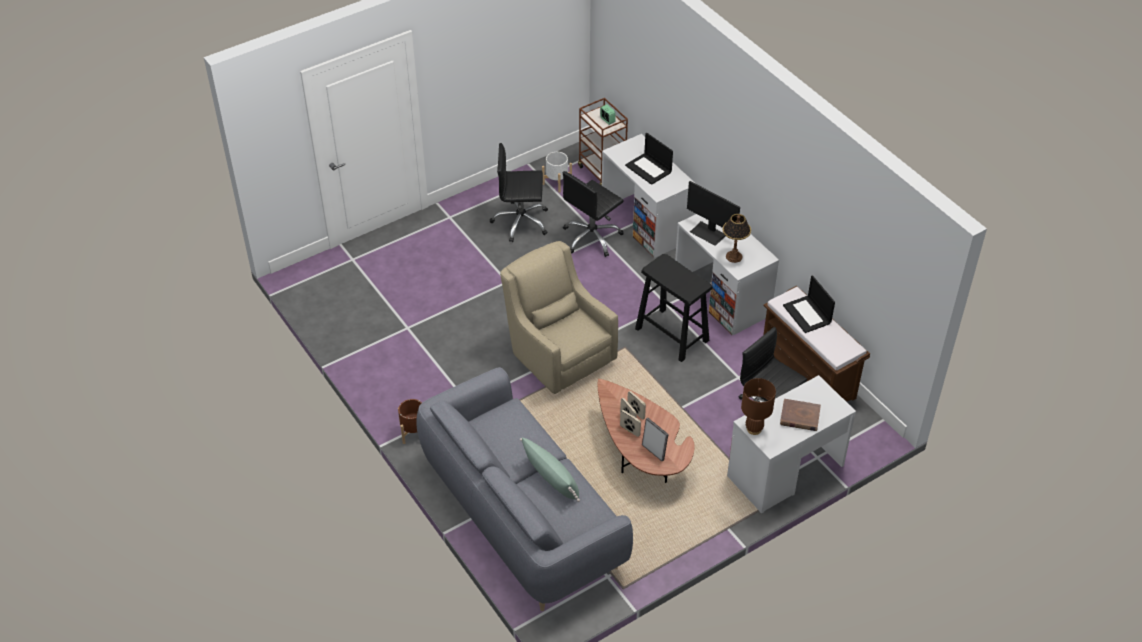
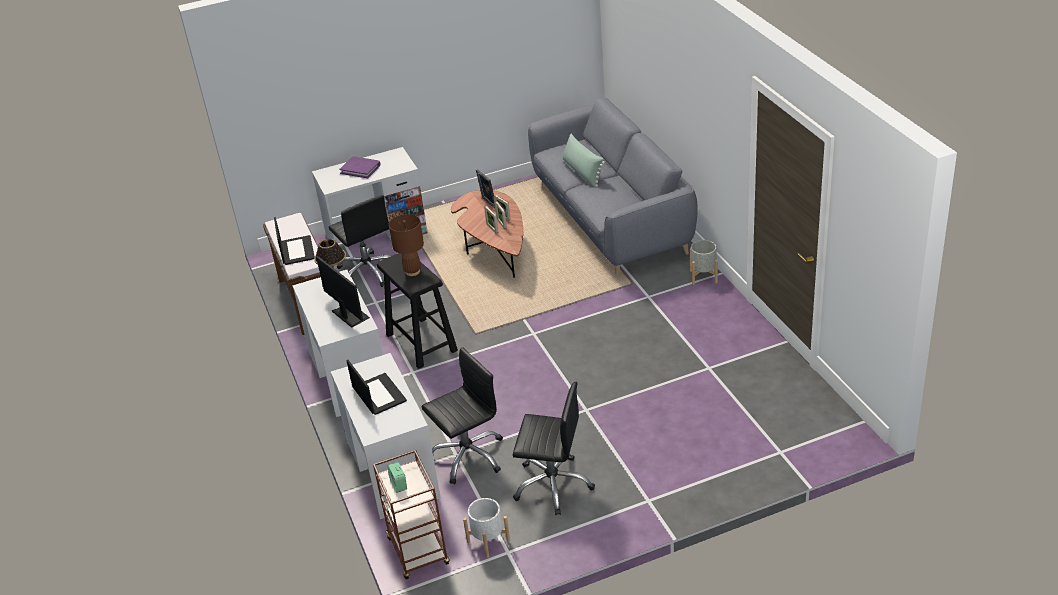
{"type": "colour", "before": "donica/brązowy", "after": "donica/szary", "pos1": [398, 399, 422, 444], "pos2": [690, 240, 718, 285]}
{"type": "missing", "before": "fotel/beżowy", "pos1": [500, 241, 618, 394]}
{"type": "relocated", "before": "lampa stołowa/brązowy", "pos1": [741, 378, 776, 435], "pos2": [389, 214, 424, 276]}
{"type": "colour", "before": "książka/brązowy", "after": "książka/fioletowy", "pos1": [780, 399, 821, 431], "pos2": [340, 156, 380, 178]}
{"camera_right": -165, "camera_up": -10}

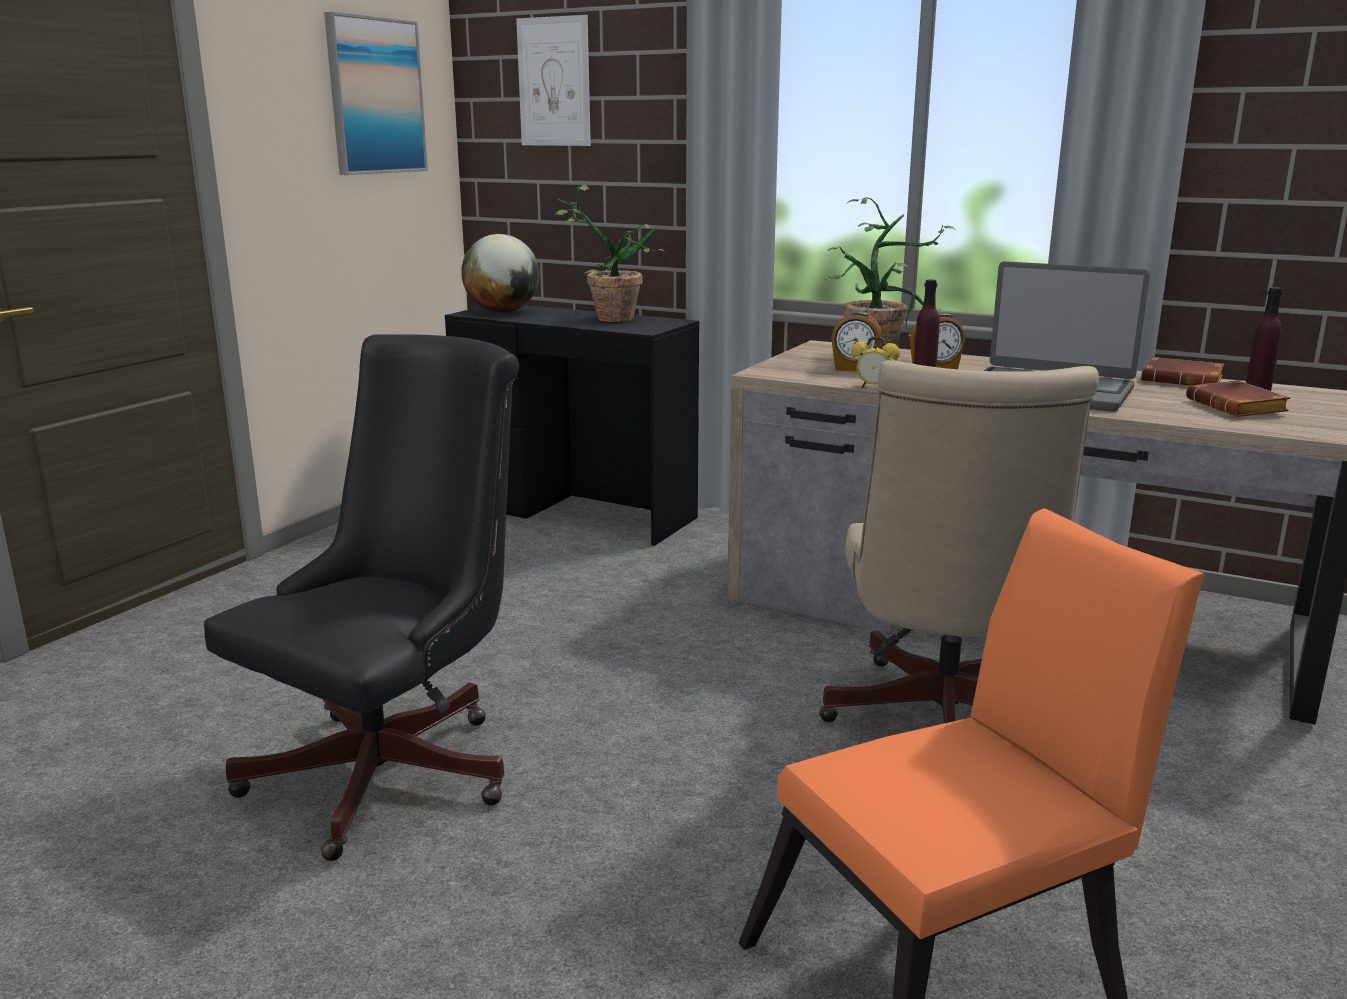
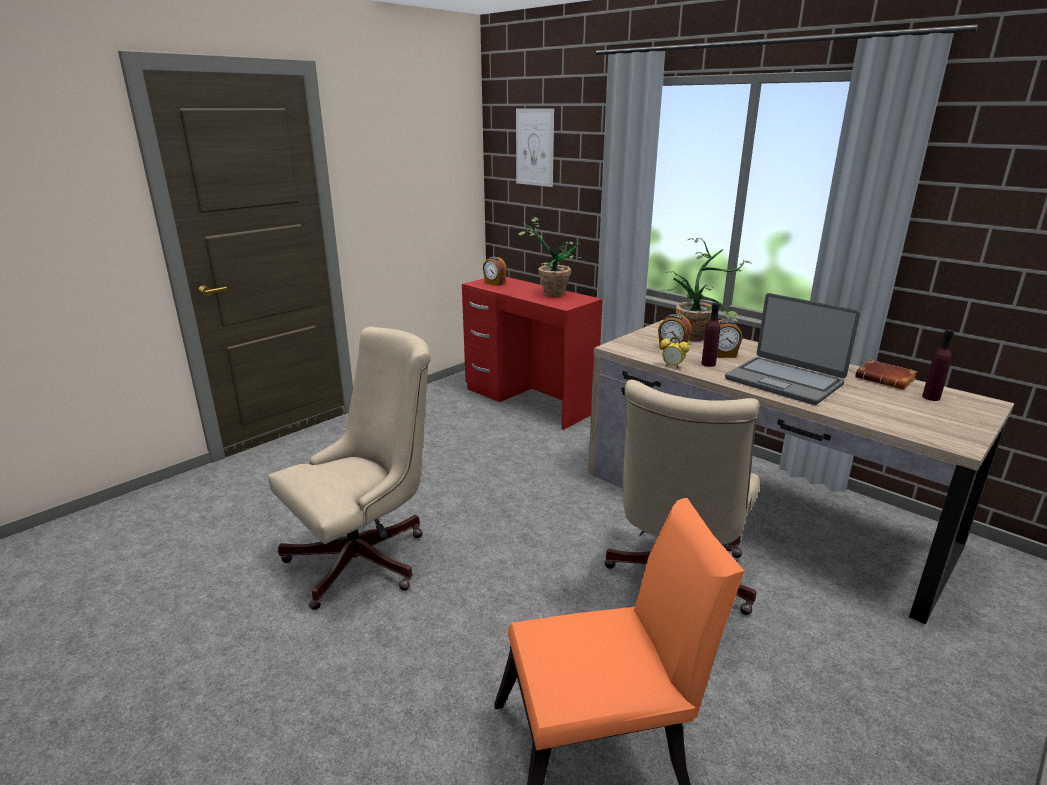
{"type": "colour", "before": "krzesło biurowe/czarny", "after": "krzesło biurowe/beżowy", "pos1": [204, 334, 519, 861], "pos2": [268, 327, 431, 610]}
{"type": "missing", "before": "obraz", "pos1": [324, 12, 428, 175]}
{"type": "colour", "before": "biurko/czarny", "after": "biurko/czerwony", "pos1": [445, 305, 699, 546], "pos2": [462, 277, 603, 430]}
{"type": "exchanged", "before": "globus", "after": "budzik", "pos1": [461, 234, 539, 313], "pos2": [483, 257, 507, 286]}
{"type": "missing", "before": "książka/brązowy", "pos1": [1186, 380, 1290, 417]}
{"camera_right": 15, "camera_up": 5}

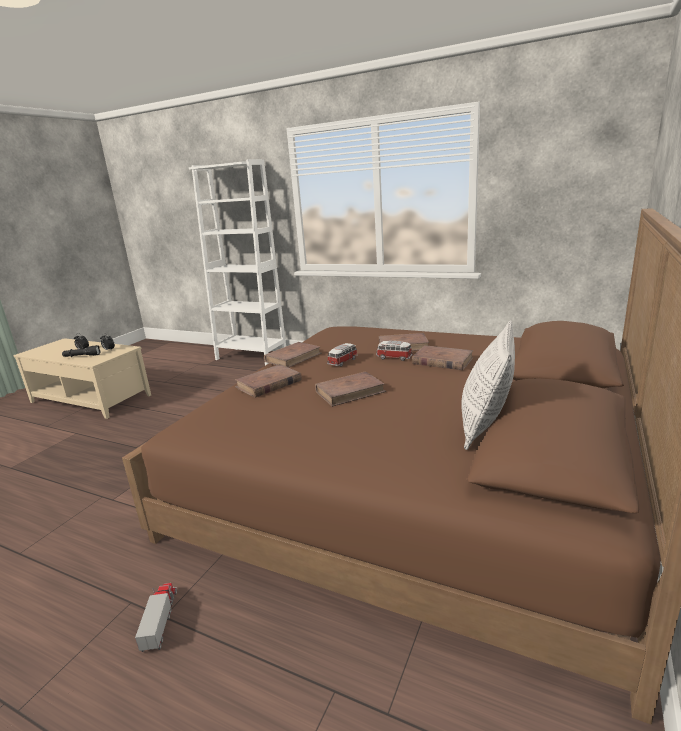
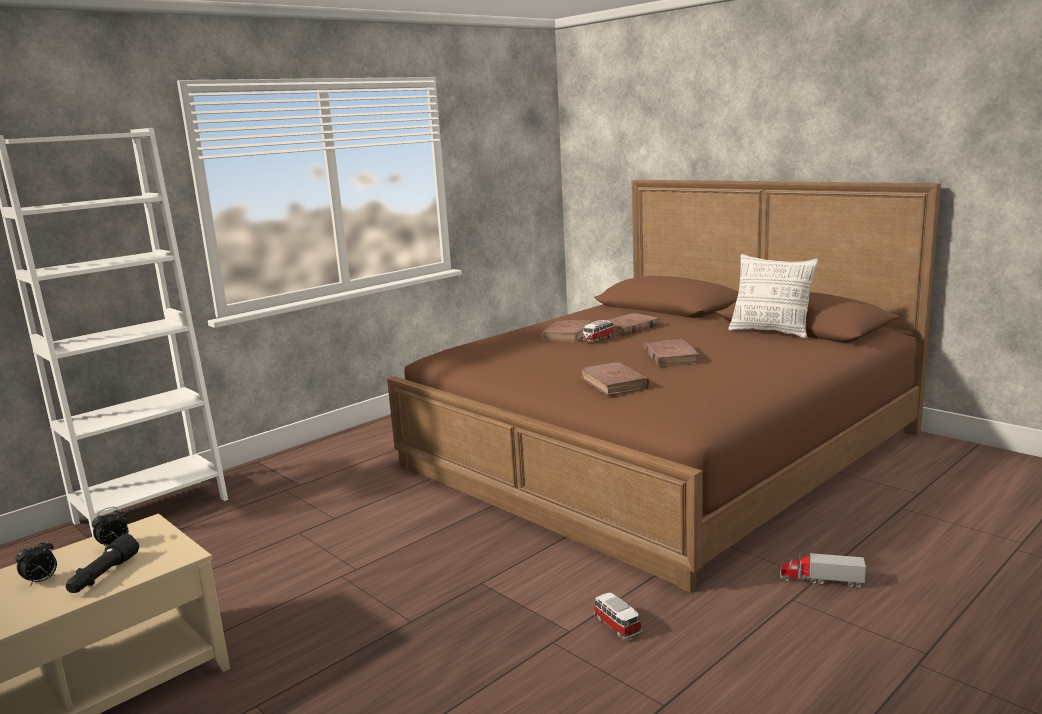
{"type": "missing", "before": "książka/brązowy", "pos1": [264, 342, 322, 368]}
{"type": "relocated", "before": "samochodzik", "pos1": [327, 343, 358, 367], "pos2": [594, 593, 642, 640]}
{"camera_right": -70, "camera_up": -5}

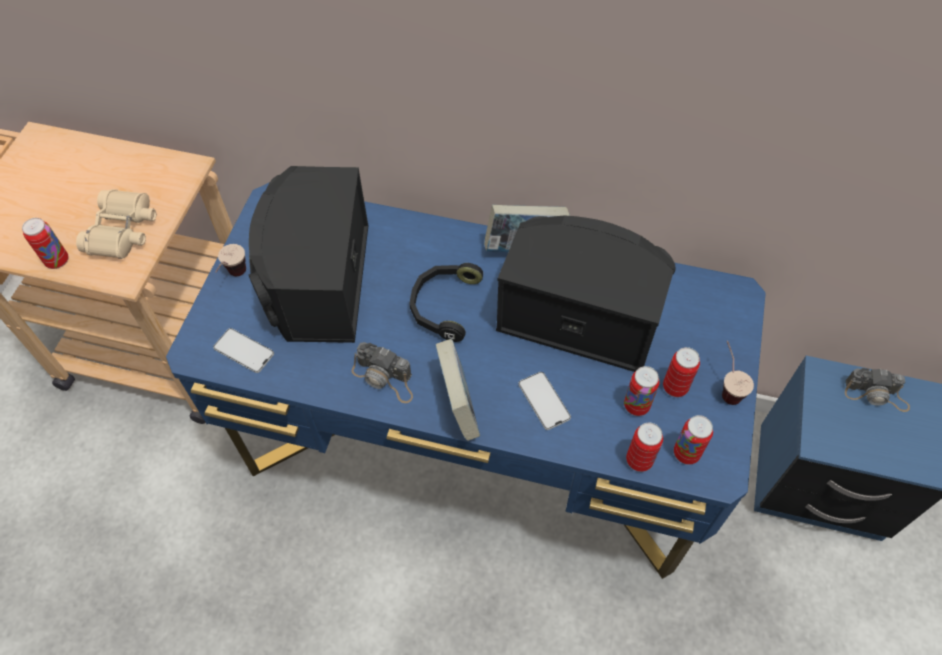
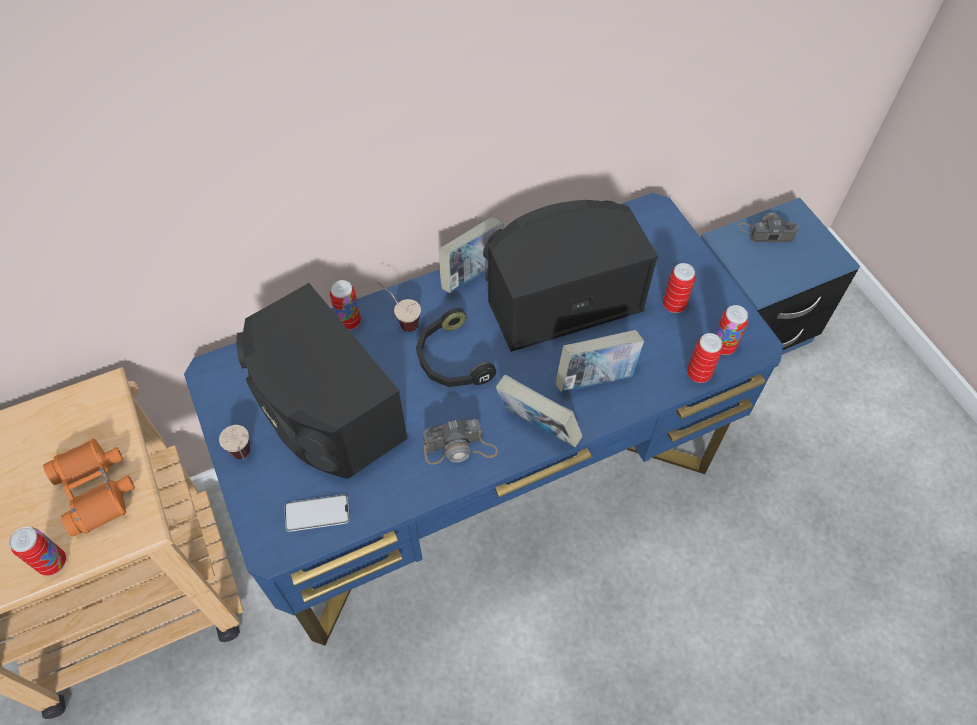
{"type": "colour", "before": "lornetka/beżowy", "after": "lornetka/pomarańczowy", "pos1": [76, 189, 156, 259], "pos2": [43, 439, 135, 537]}
{"type": "exchanged", "before": "telefon", "after": "książka", "pos1": [518, 372, 571, 430], "pos2": [556, 330, 644, 392]}
{"type": "relocated", "before": "puszka", "pos1": [624, 366, 659, 416], "pos2": [330, 280, 361, 330]}
{"type": "relocated", "before": "filiżanka", "pos1": [722, 341, 754, 405], "pos2": [378, 282, 421, 332]}
{"type": "spun", "before": "aparat fotograficzny", "pos1": [845, 368, 910, 412], "pos2": [739, 213, 799, 242], "turn": -150}
{"camera_right": -40, "camera_up": 0}

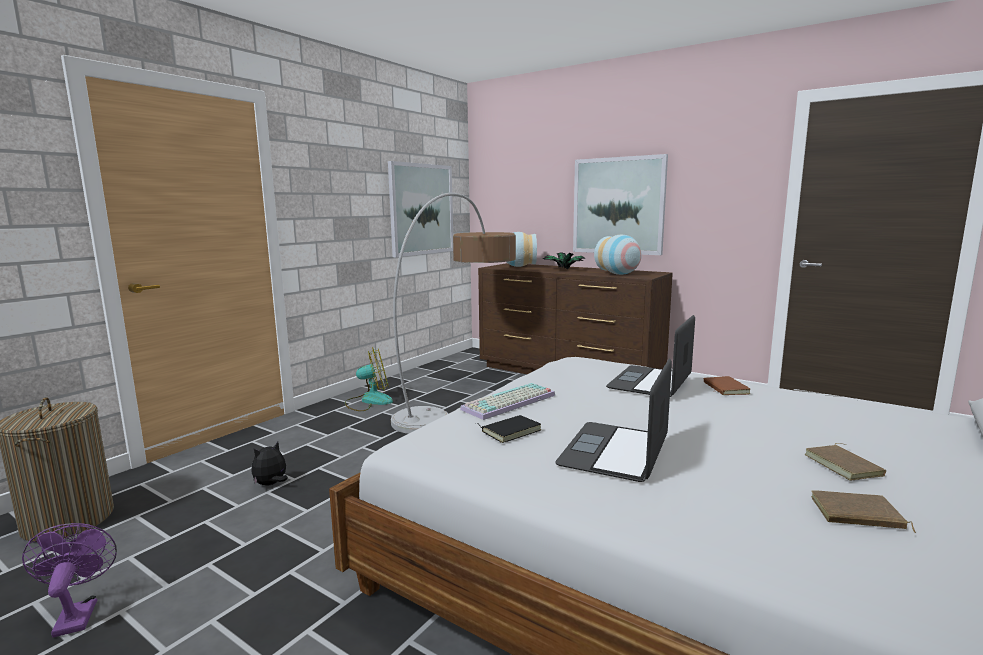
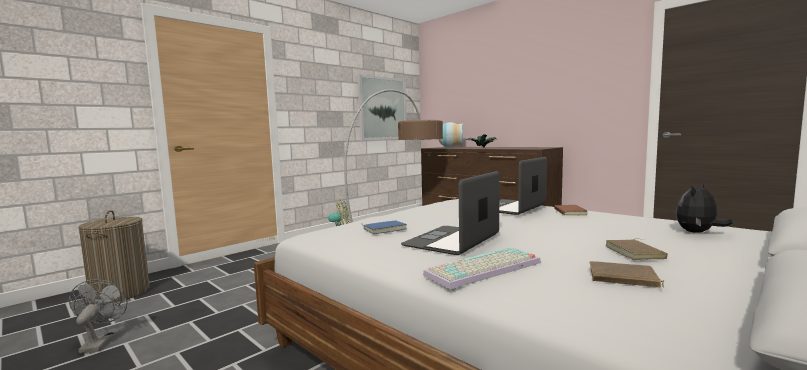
{"type": "colour", "before": "wentylator/fioletowy", "after": "wentylator/szary", "pos1": [22, 523, 117, 637], "pos2": [69, 279, 127, 353]}
{"type": "relocated", "before": "pluszak", "pos1": [251, 442, 288, 486], "pos2": [676, 182, 732, 233]}
{"type": "relocated", "before": "klawiatura", "pos1": [460, 383, 555, 420], "pos2": [423, 247, 541, 289]}
{"type": "colour", "before": "książka/czarny", "after": "książka/niebieski", "pos1": [477, 415, 541, 443], "pos2": [363, 221, 407, 234]}
{"type": "missing", "before": "obraz", "pos1": [573, 154, 668, 255]}
{"type": "missing", "before": "wazon", "pos1": [594, 235, 642, 275]}
{"camera_right": 10, "camera_up": -5}

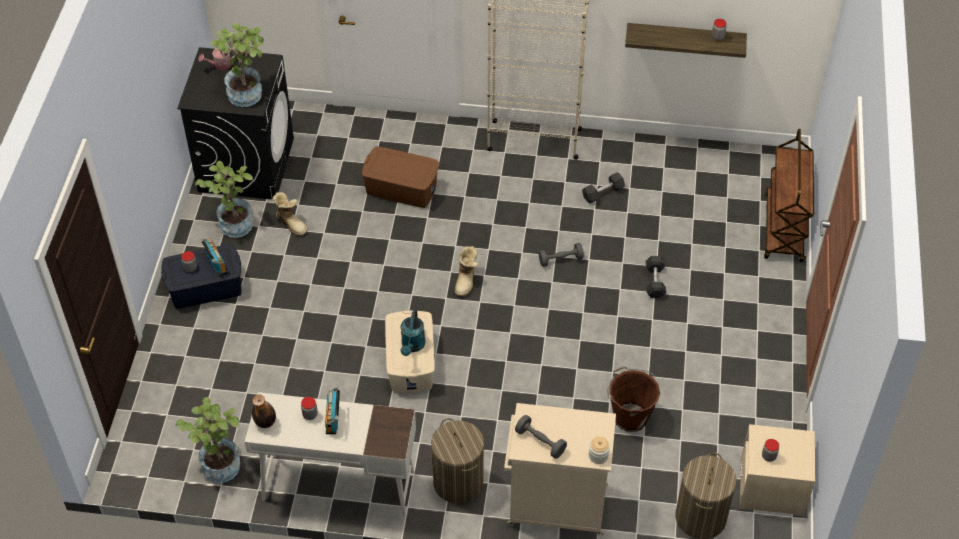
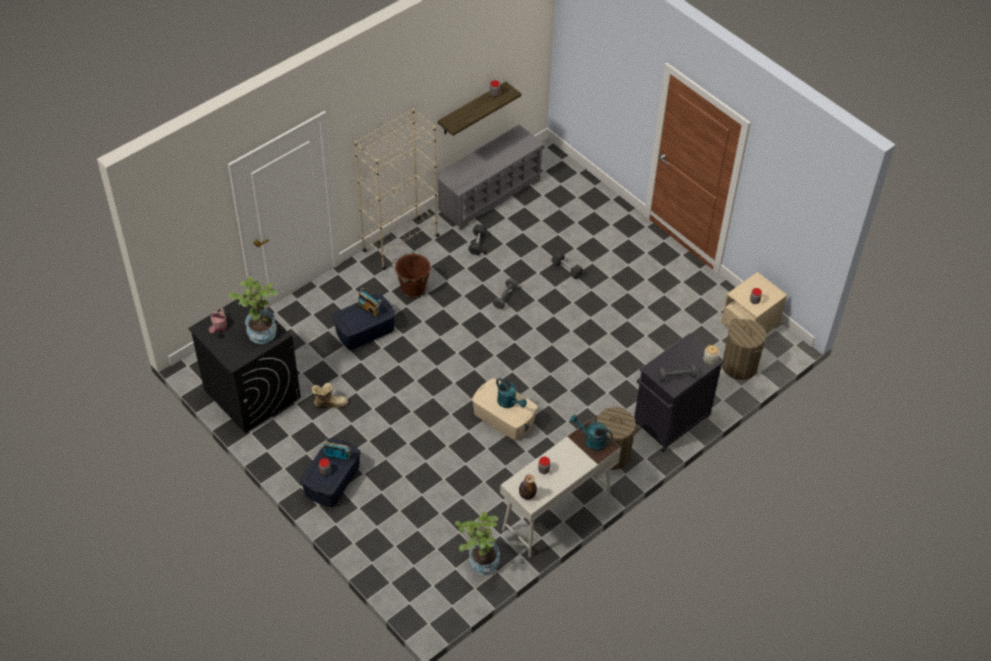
{"type": "missing", "before": "roślina doniczkowa", "pos1": [195, 161, 253, 238]}
{"type": "relocated", "before": "radio", "pos1": [325, 386, 340, 434], "pos2": [358, 288, 382, 318]}
{"type": "colour", "before": "pojemnik do przechowywania/brązowy", "after": "pojemnik do przechowywania/niebieski", "pos1": [362, 146, 439, 208], "pos2": [332, 294, 396, 350]}
{"type": "missing", "before": "but z cholewką", "pos1": [455, 246, 479, 296]}
{"type": "colour", "before": "szafka/beżowy", "after": "szafka/czarny", "pos1": [504, 403, 616, 536], "pos2": [634, 333, 724, 452]}
{"type": "relocated", "before": "wiadro/brązowy", "pos1": [607, 366, 660, 432], "pos2": [391, 252, 431, 298]}
{"type": "missing", "before": "wózek/brązowy", "pos1": [764, 129, 814, 262]}
{"type": "appeared", "after": "regał na buty/szary", "pos2": [434, 124, 544, 230]}
{"type": "appeared", "after": "konewka/turkusowy", "pos2": [570, 415, 613, 451]}
{"camera_right": -50, "camera_up": 0}

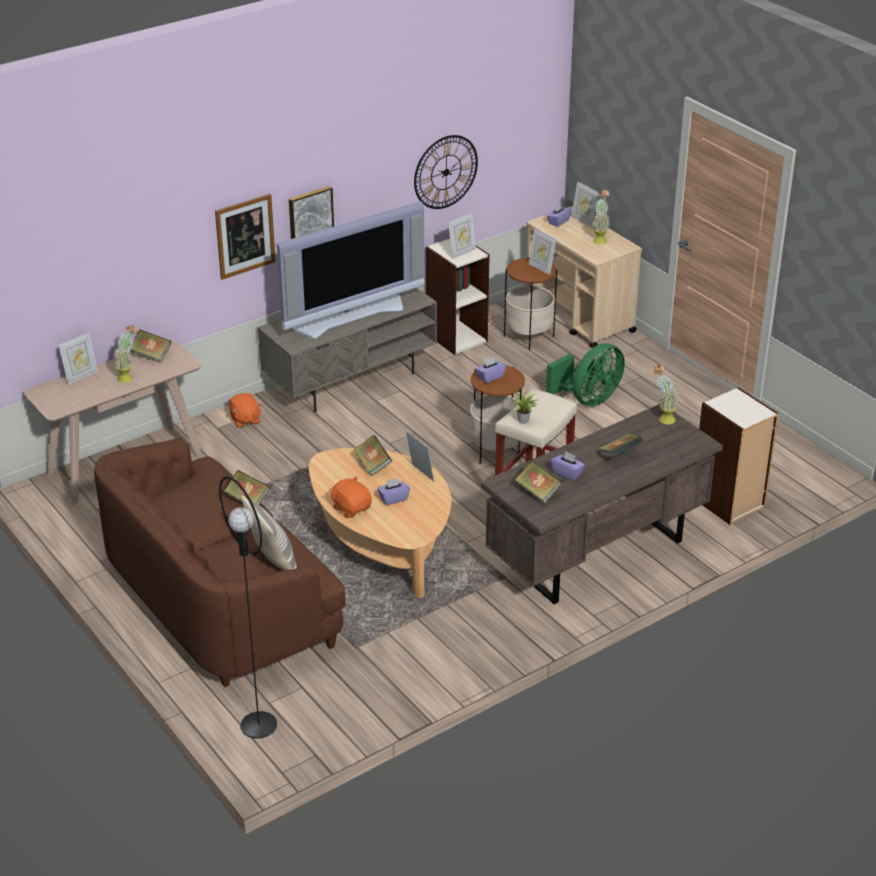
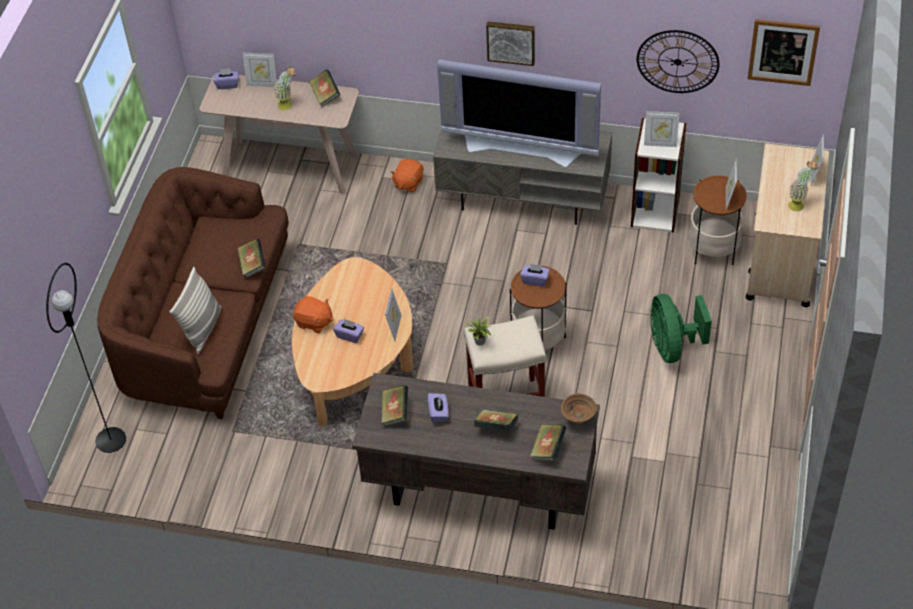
{"type": "relocated", "before": "obraz", "pos1": [215, 194, 276, 280], "pos2": [747, 19, 820, 86]}
{"type": "spun", "before": "pluszak/pomarańczowy", "pos1": [330, 476, 372, 518], "pos2": [293, 296, 333, 333], "turn": 105}
{"type": "relocated", "before": "książka", "pos1": [353, 435, 392, 476], "pos2": [530, 424, 566, 461]}
{"type": "spun", "before": "wentylator/zielony", "pos1": [546, 343, 625, 406], "pos2": [650, 294, 712, 363], "turn": 75}
{"type": "relocated", "before": "pudełko chusteczek/fioletowy", "pos1": [547, 203, 572, 227], "pos2": [214, 69, 239, 89]}
{"type": "exchanged", "before": "roślina doniczkowa", "after": "miska/brązowy", "pos1": [653, 364, 679, 424], "pos2": [561, 394, 597, 425]}
{"type": "missing", "before": "regał", "pos1": [699, 387, 779, 525]}
{"camera_right": 50, "camera_up": 15}

